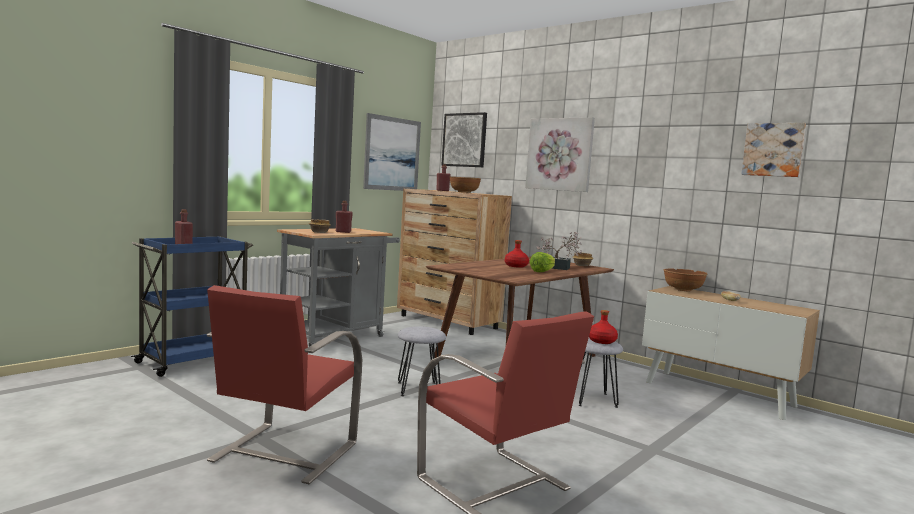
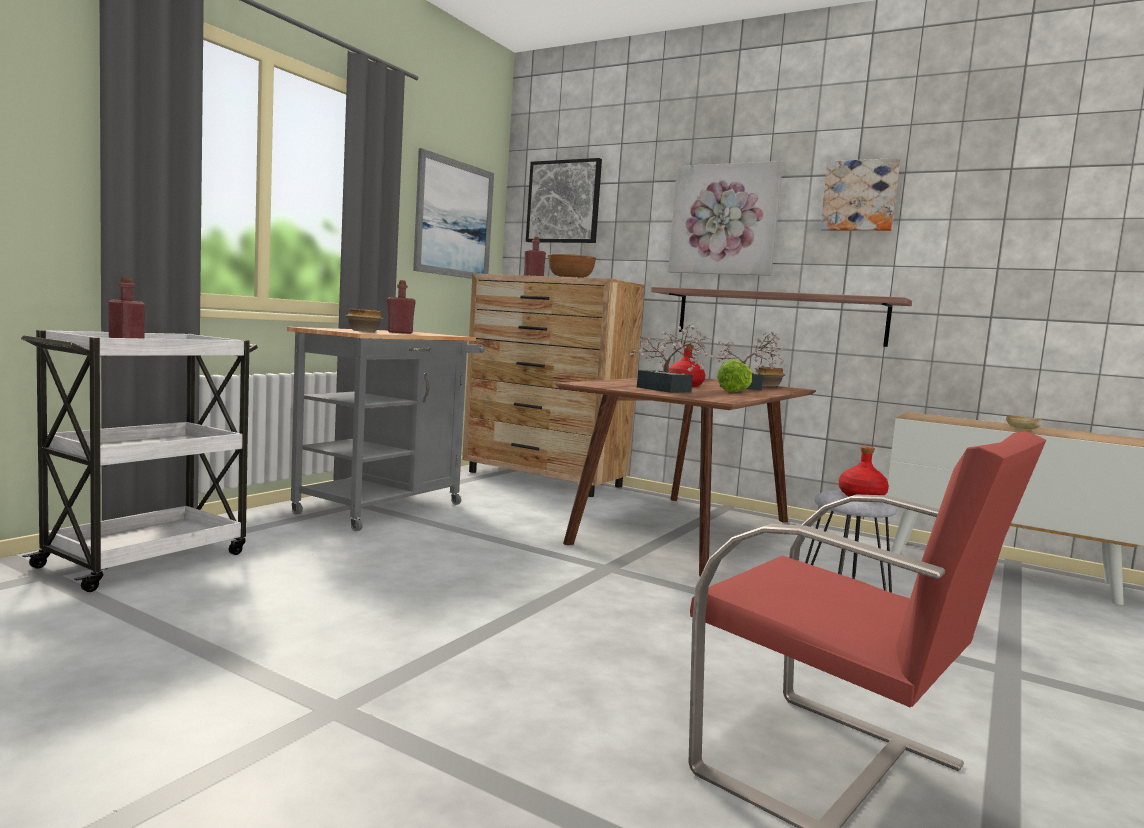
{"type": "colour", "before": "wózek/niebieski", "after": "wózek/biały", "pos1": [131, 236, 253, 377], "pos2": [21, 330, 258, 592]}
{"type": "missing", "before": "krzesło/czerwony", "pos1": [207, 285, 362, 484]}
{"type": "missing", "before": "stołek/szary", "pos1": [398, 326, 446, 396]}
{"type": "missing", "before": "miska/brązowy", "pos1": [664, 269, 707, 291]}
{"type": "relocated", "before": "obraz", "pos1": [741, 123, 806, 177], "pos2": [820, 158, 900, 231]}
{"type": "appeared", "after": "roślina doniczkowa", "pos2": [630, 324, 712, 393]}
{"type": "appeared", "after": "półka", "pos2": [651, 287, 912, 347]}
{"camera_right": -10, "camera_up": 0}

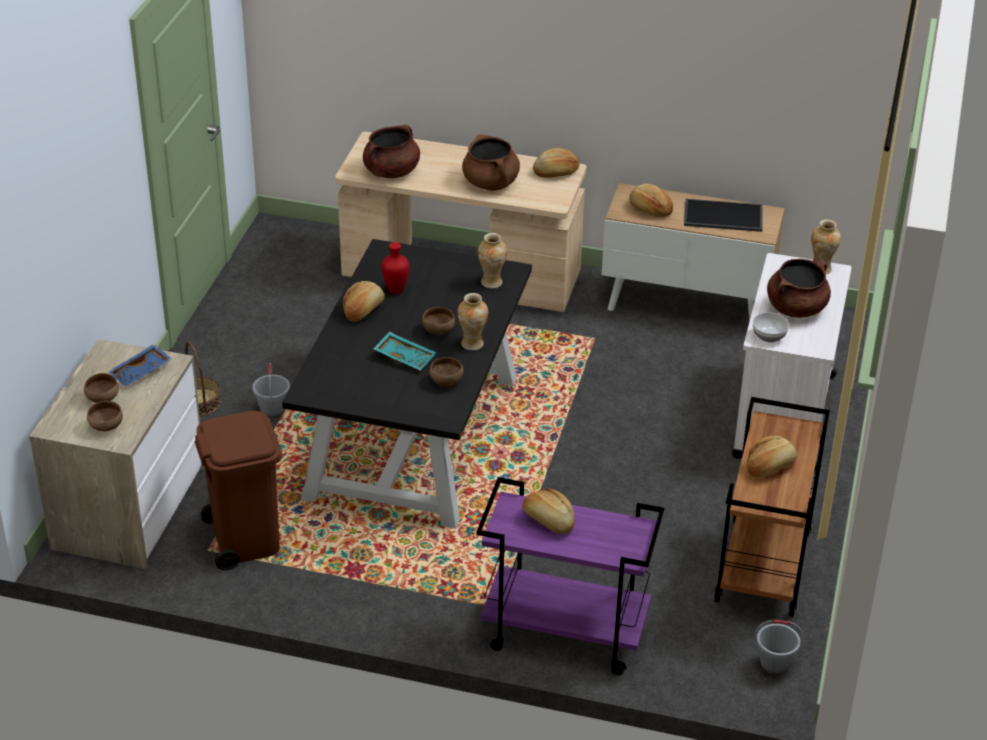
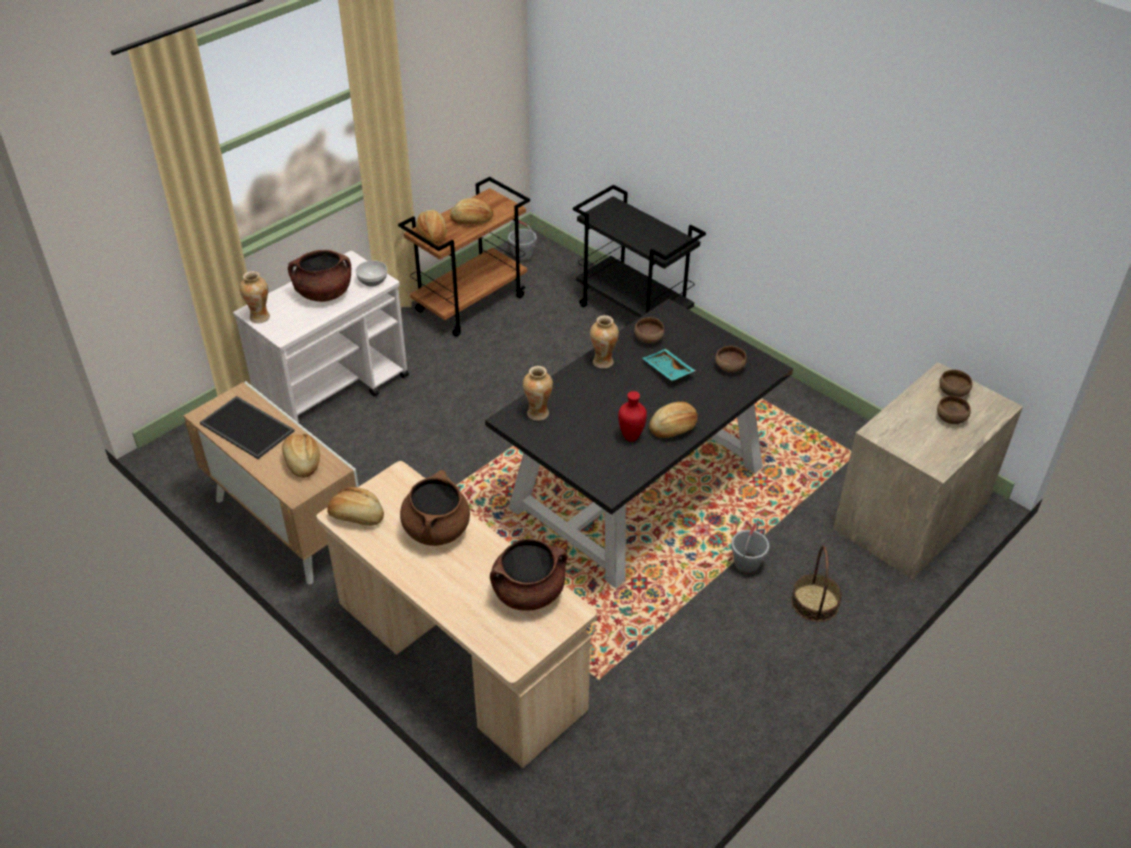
{"type": "missing", "before": "taca/niebieski", "pos1": [108, 344, 172, 386]}
{"type": "missing", "before": "kosz na śmieci/brązowy", "pos1": [195, 411, 282, 570]}
{"type": "relocated", "before": "miska/brązowy", "pos1": [422, 307, 455, 335], "pos2": [715, 346, 747, 373]}
{"type": "colour", "before": "wózek/fioletowy", "after": "wózek/czarny", "pos1": [476, 477, 665, 675], "pos2": [573, 185, 706, 318]}
{"type": "relocated", "before": "chleb", "pos1": [522, 488, 575, 534], "pos2": [416, 210, 447, 244]}
{"camera_right": -150, "camera_up": 5}

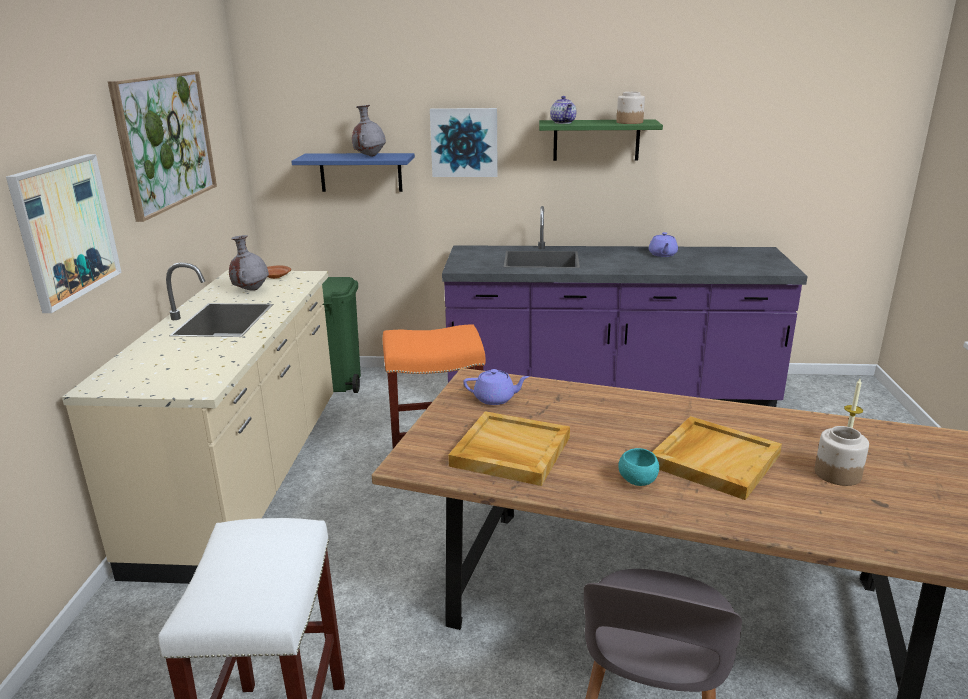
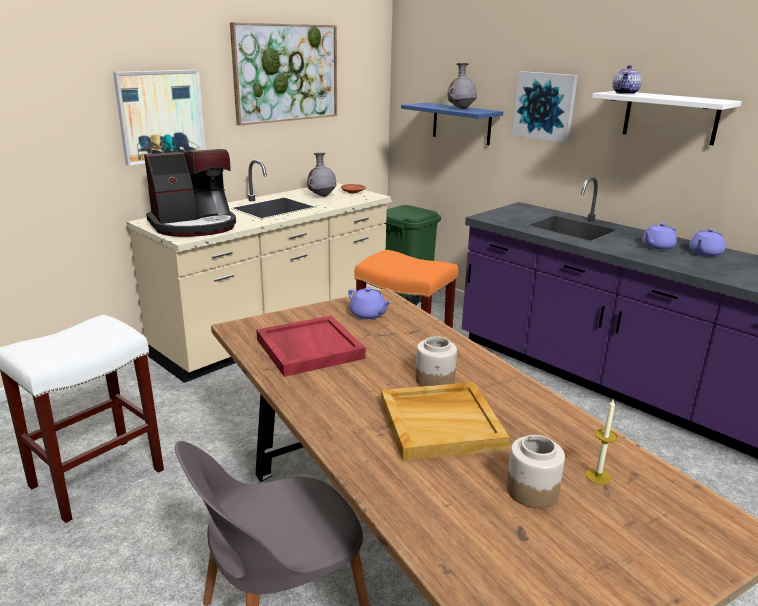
{"type": "colour", "before": "taca/beżowy", "after": "taca/czerwony", "pos1": [448, 411, 570, 486], "pos2": [256, 316, 366, 377]}
{"type": "colour", "before": "półka/zielony", "after": "półka/biały", "pos1": [539, 120, 663, 161], "pos2": [592, 91, 742, 145]}
{"type": "relocated", "before": "słoik", "pos1": [617, 92, 645, 124], "pos2": [415, 336, 457, 386]}
{"type": "missing", "before": "miska/turkusowy", "pos1": [618, 448, 659, 486]}
{"type": "appeared", "after": "ekspres do kawy", "pos2": [144, 149, 236, 237]}
{"type": "appeared", "after": "imbryk/fioletowy", "pos2": [642, 223, 677, 250]}
{"camera_right": 40, "camera_up": 0}

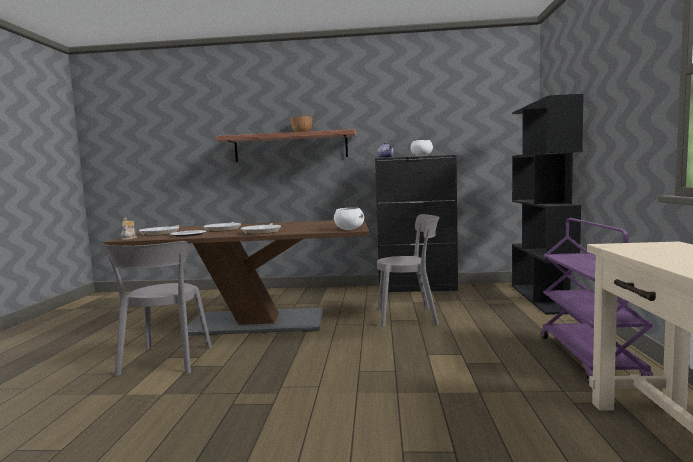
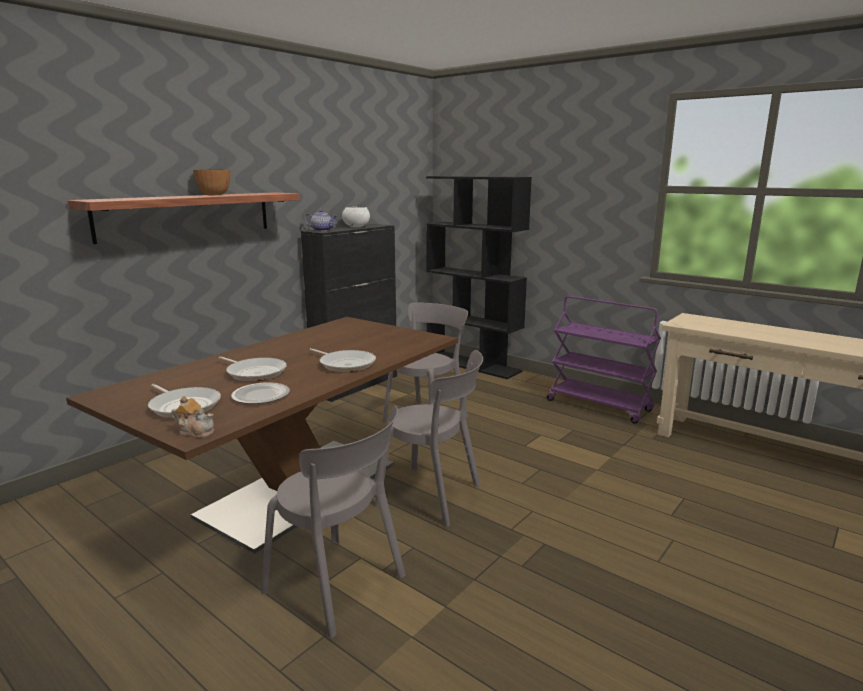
{"type": "missing", "before": "miska/biały", "pos1": [334, 208, 364, 230]}
{"type": "appeared", "after": "krzesło/szary", "pos2": [375, 350, 483, 527]}
{"camera_right": -55, "camera_up": 10}

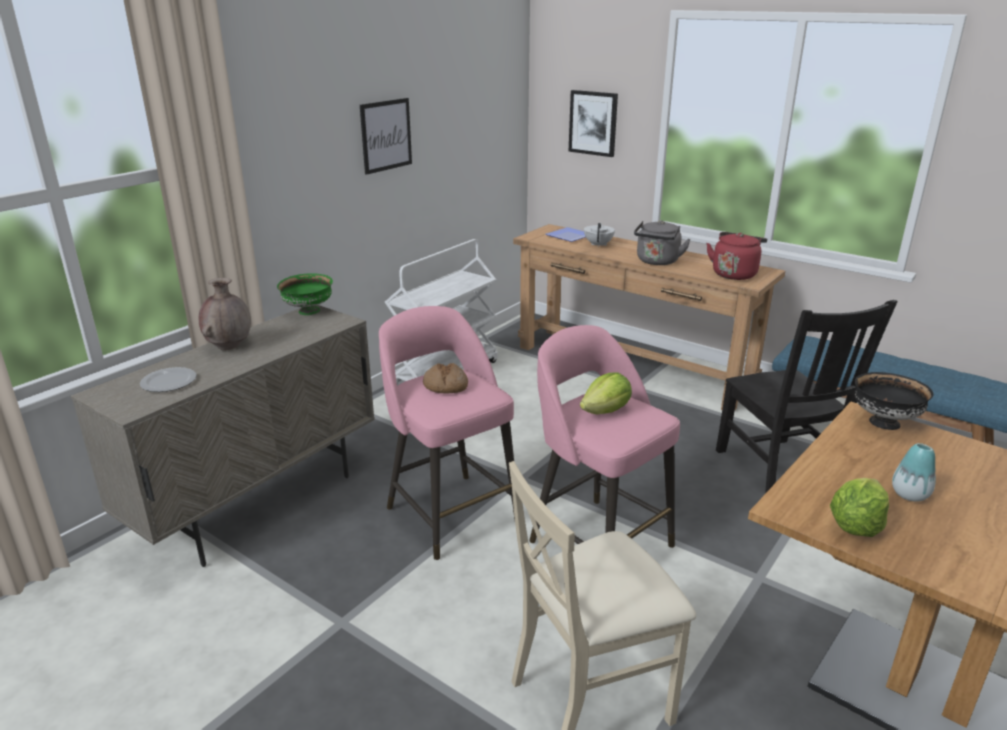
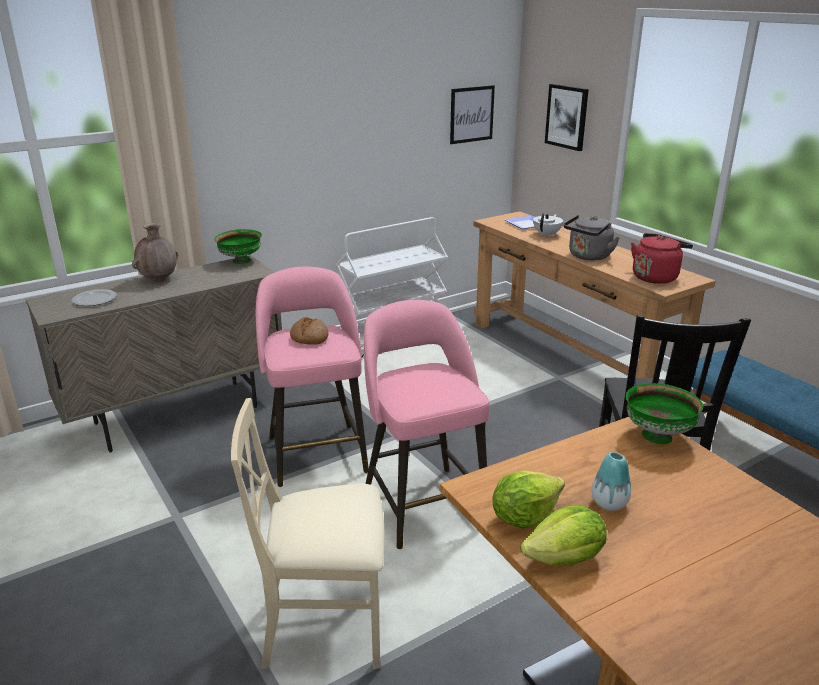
{"type": "relocated", "before": "obraz", "pos1": [360, 98, 412, 175], "pos2": [450, 85, 495, 144]}
{"type": "relocated", "before": "sałata", "pos1": [580, 372, 632, 414], "pos2": [520, 505, 607, 565]}
{"type": "colour", "before": "miska/czarny", "after": "miska/zielony", "pos1": [855, 372, 934, 430], "pos2": [626, 383, 703, 444]}
{"camera_right": 20, "camera_up": 0}

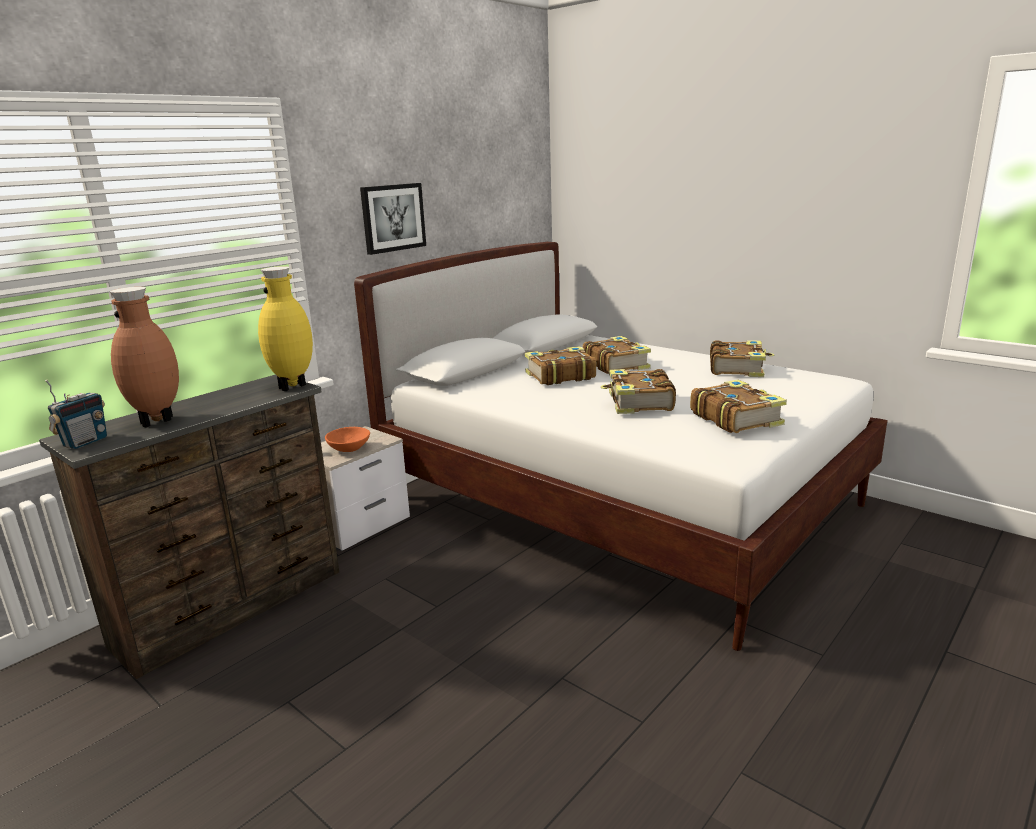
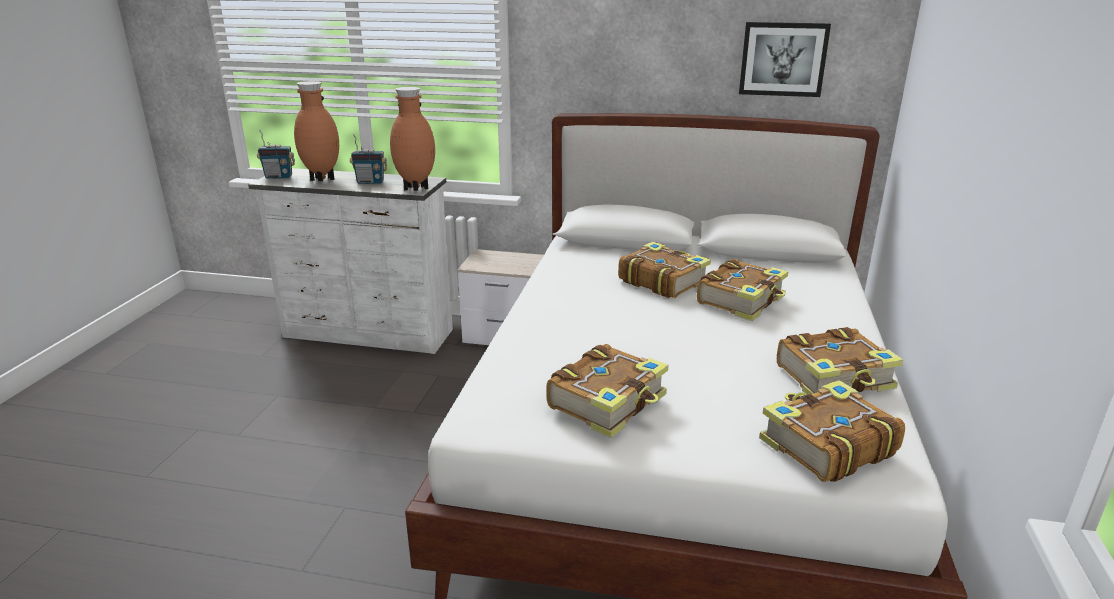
{"type": "colour", "before": "komoda/brązowy", "after": "komoda/biały", "pos1": [39, 374, 339, 679], "pos2": [248, 168, 453, 354]}
{"type": "colour", "before": "wazon/żółty", "after": "wazon/brązowy", "pos1": [258, 266, 313, 391], "pos2": [390, 87, 435, 191]}
{"type": "missing", "before": "miska/pomarańczowy", "pos1": [325, 427, 370, 452]}
{"type": "relocated", "before": "obraz", "pos1": [360, 183, 426, 255], "pos2": [739, 22, 831, 97]}
{"type": "relocated", "before": "książka", "pos1": [601, 369, 676, 414], "pos2": [759, 380, 905, 482]}
{"type": "appeared", "after": "radio", "pos2": [350, 134, 387, 184]}
{"camera_right": 60, "camera_up": 5}

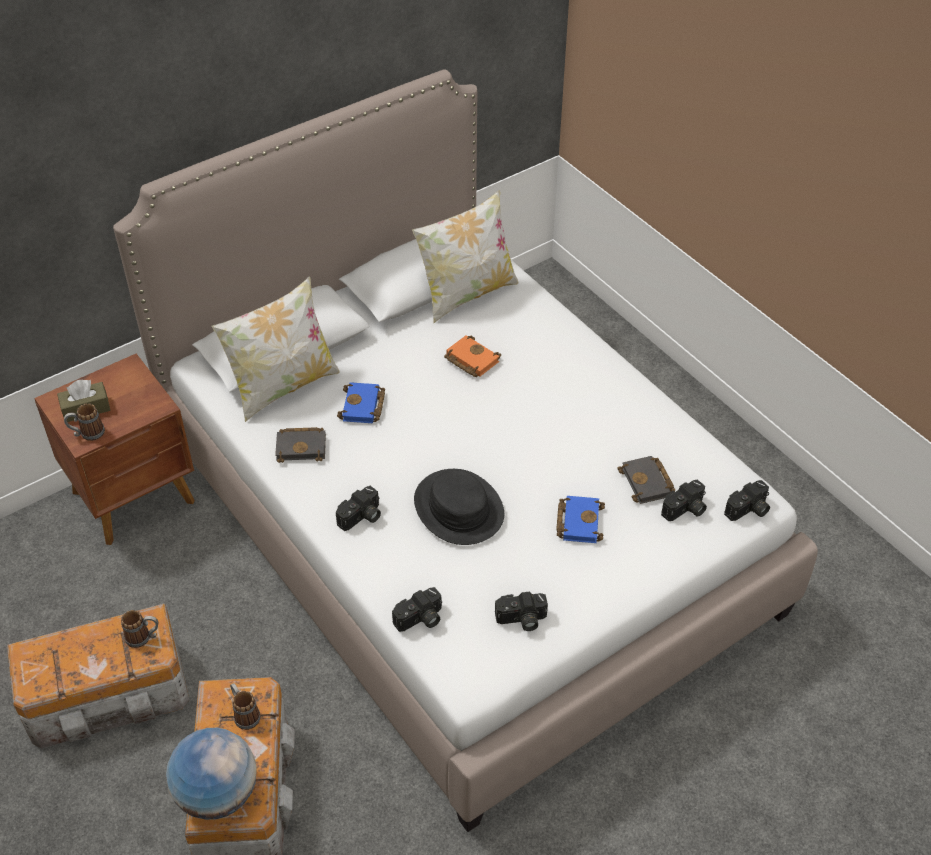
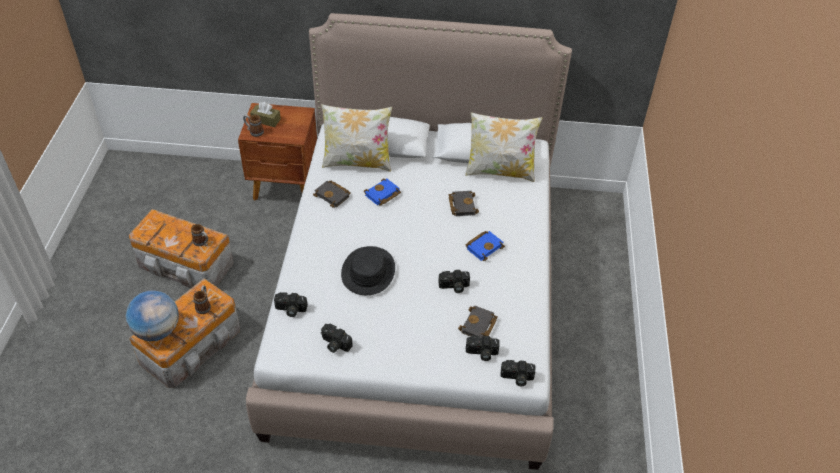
{"type": "relocated", "before": "aparat fotograficzny", "pos1": [336, 486, 381, 531], "pos2": [438, 270, 470, 293]}
{"type": "colour", "before": "książka/pomarańczowy", "after": "książka/czarny", "pos1": [444, 335, 501, 377], "pos2": [449, 191, 479, 216]}
{"type": "relocated", "before": "książka/niebieski", "pos1": [556, 496, 605, 543], "pos2": [465, 231, 505, 261]}
{"camera_right": 40, "camera_up": 0}

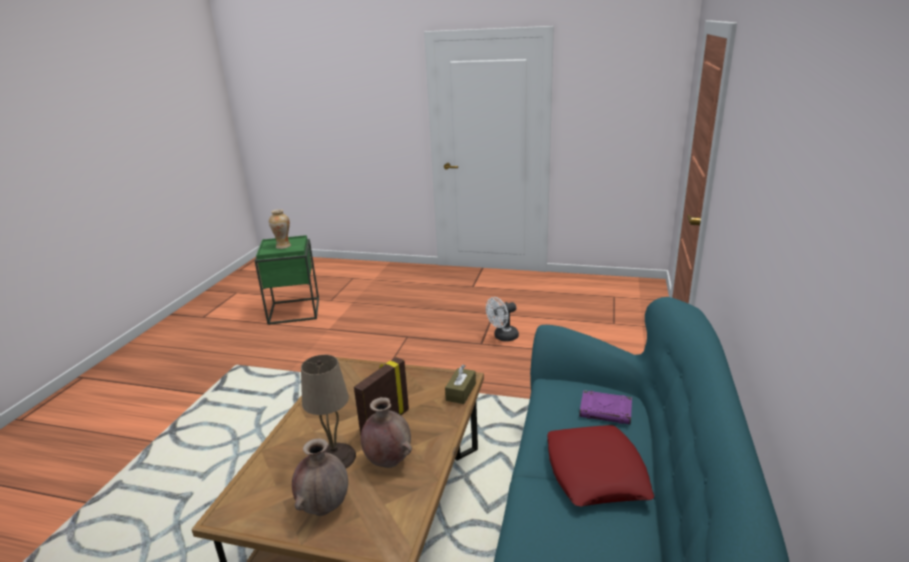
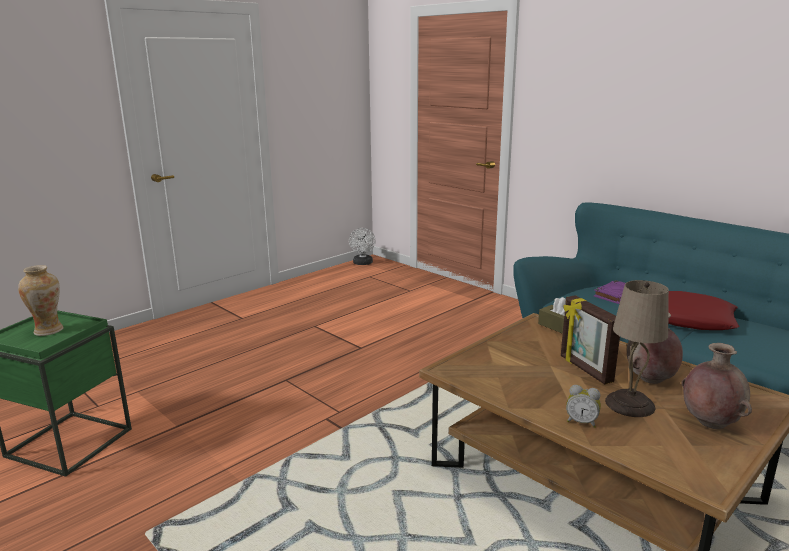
{"type": "relocated", "before": "wentylator/biały", "pos1": [486, 297, 519, 342], "pos2": [349, 228, 376, 265]}
{"type": "appeared", "after": "budzik", "pos2": [566, 385, 601, 428]}
{"camera_right": -60, "camera_up": -5}

